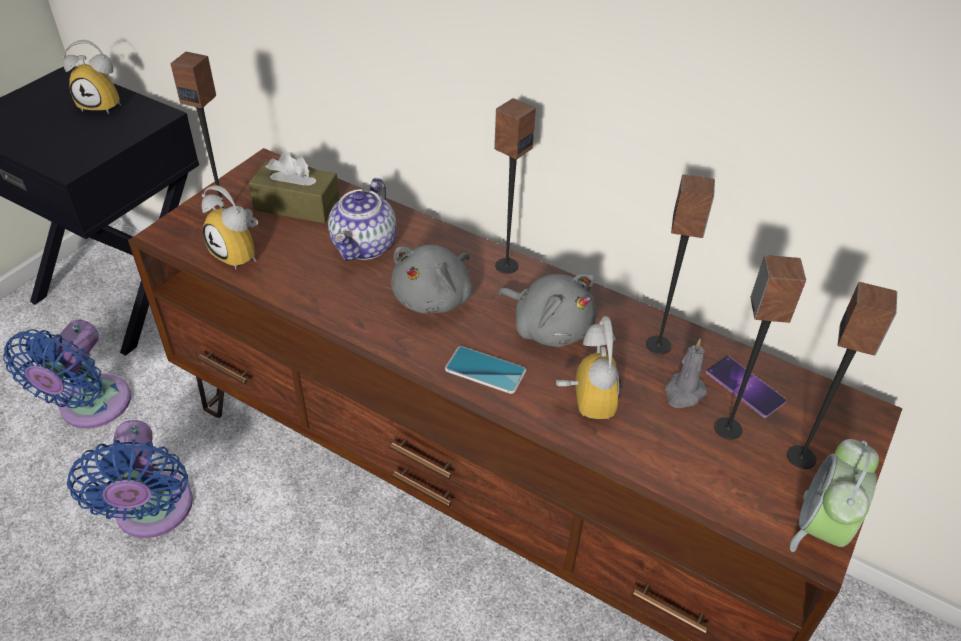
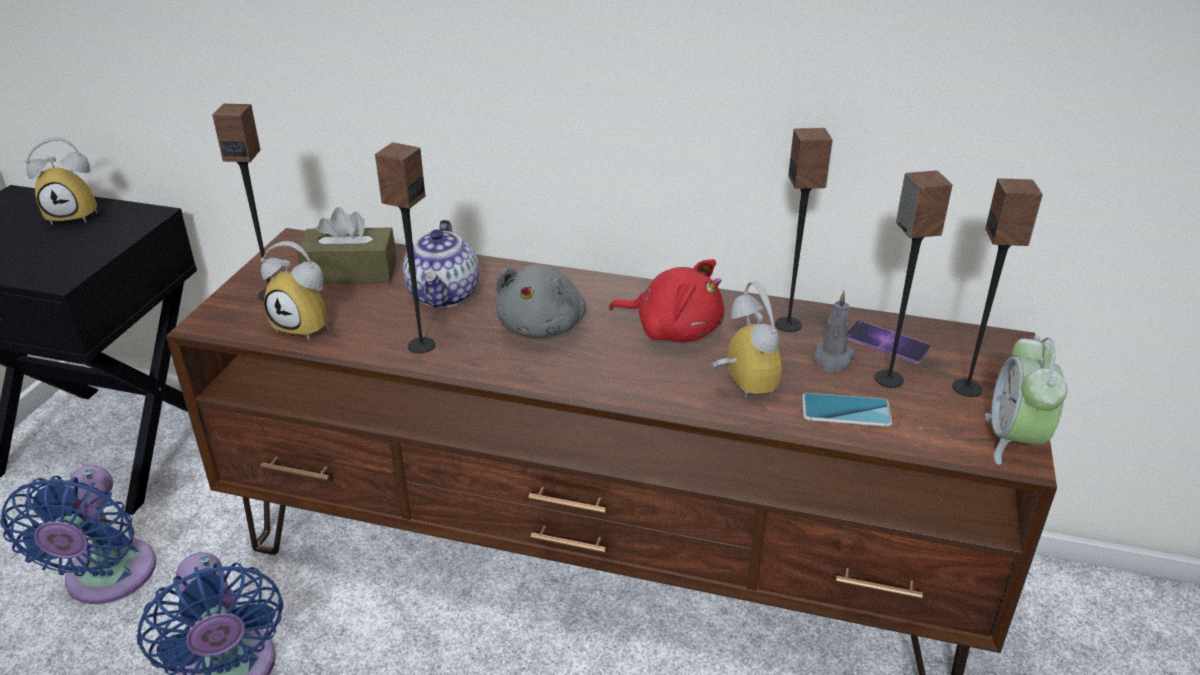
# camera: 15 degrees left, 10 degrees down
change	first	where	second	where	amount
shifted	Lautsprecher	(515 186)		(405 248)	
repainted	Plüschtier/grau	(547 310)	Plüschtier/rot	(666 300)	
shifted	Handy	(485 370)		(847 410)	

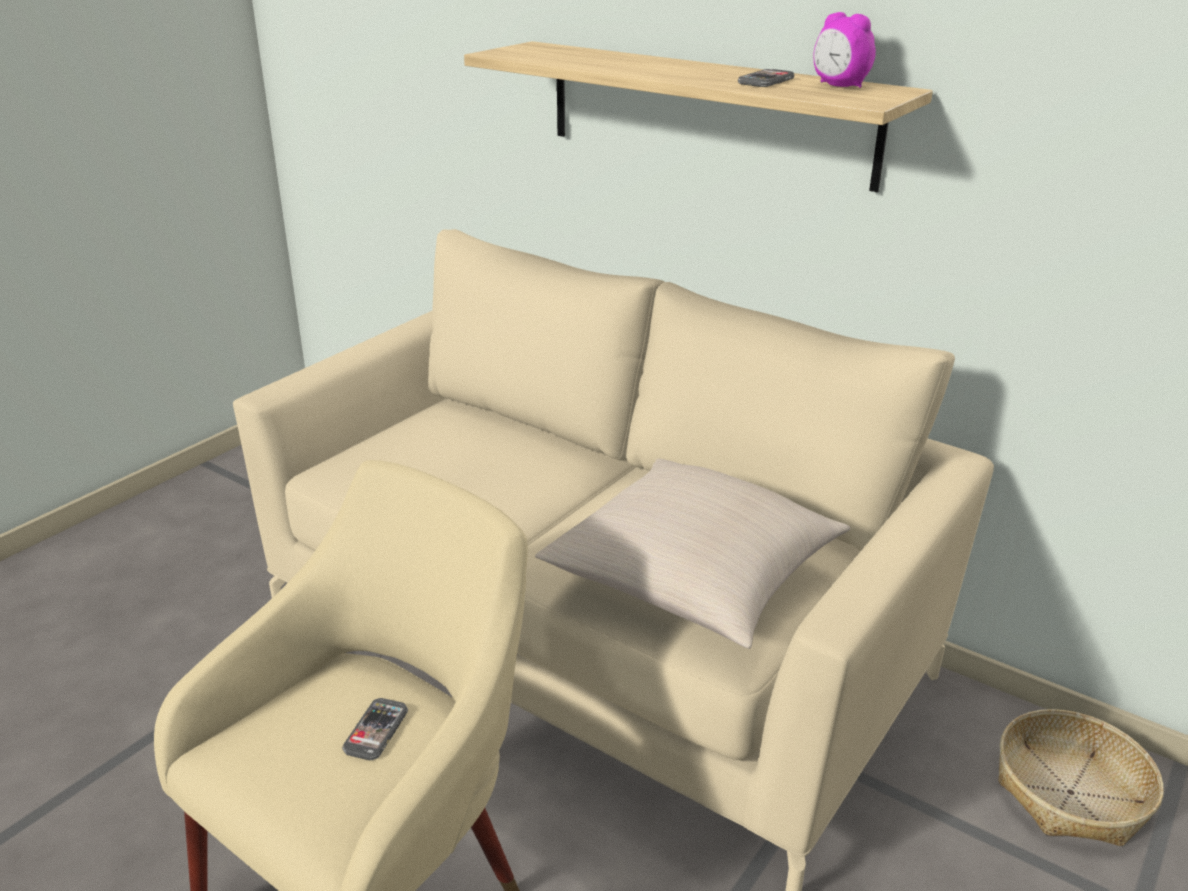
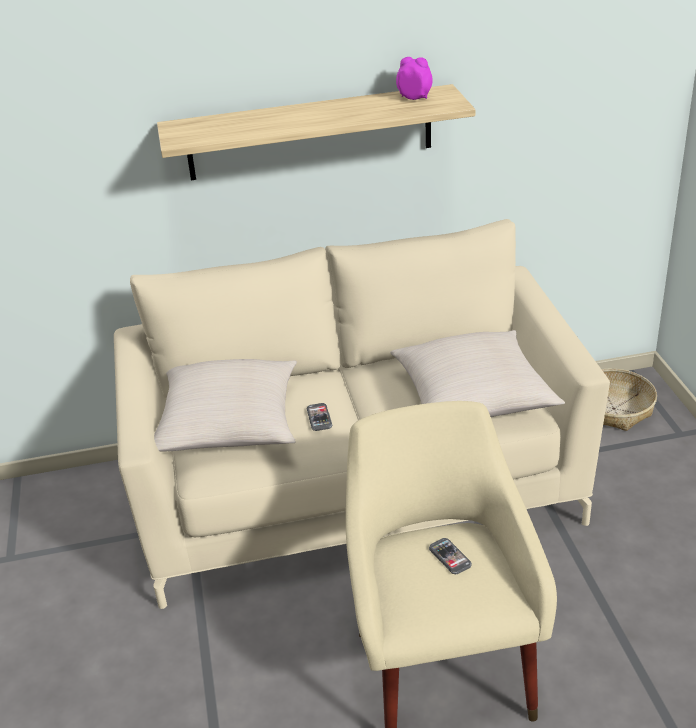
# camera: 45 degrees left, 5 degrees up
change	first	where	second	where	amount
new			Kissen/beige	(225 405)	
shifted	Handy	(766 78)		(319 417)	
rotated	Wecker	(844 50)		(414 78)	150 degrees counterclockwise

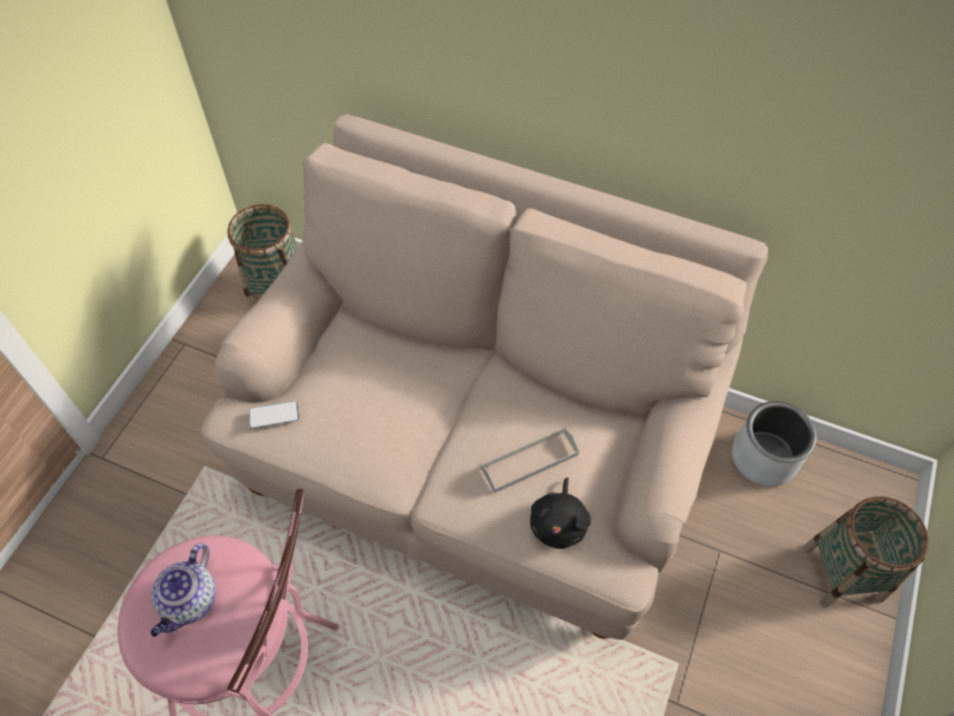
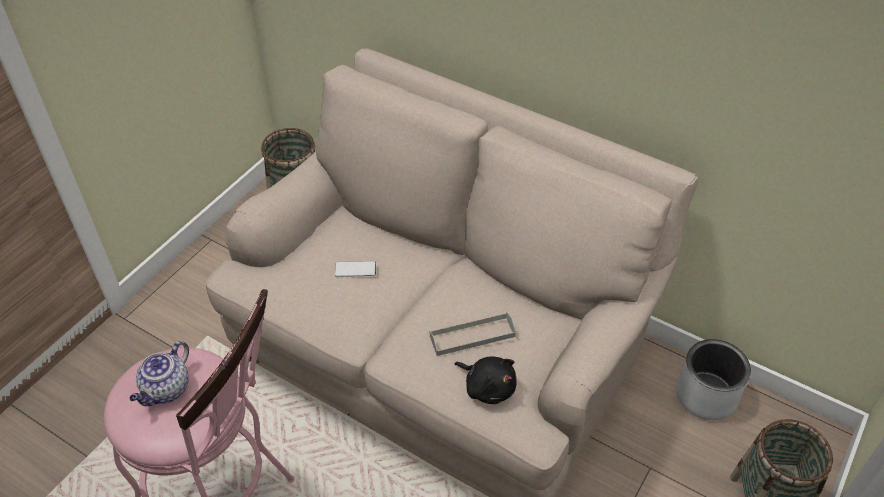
# camera: 10 degrees right, 10 degrees down
change	first	where	second	where	amount
shifted	Handy	(274 414)		(355 269)	
rotated	Plüschtier/schwarz	(560 513)		(486 380)	75 degrees counterclockwise

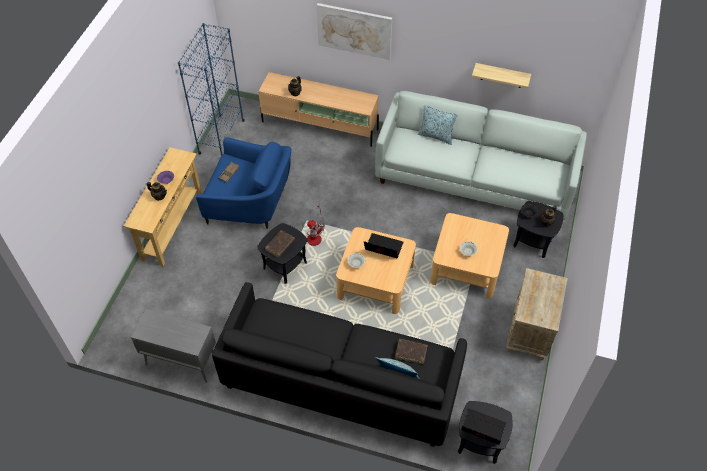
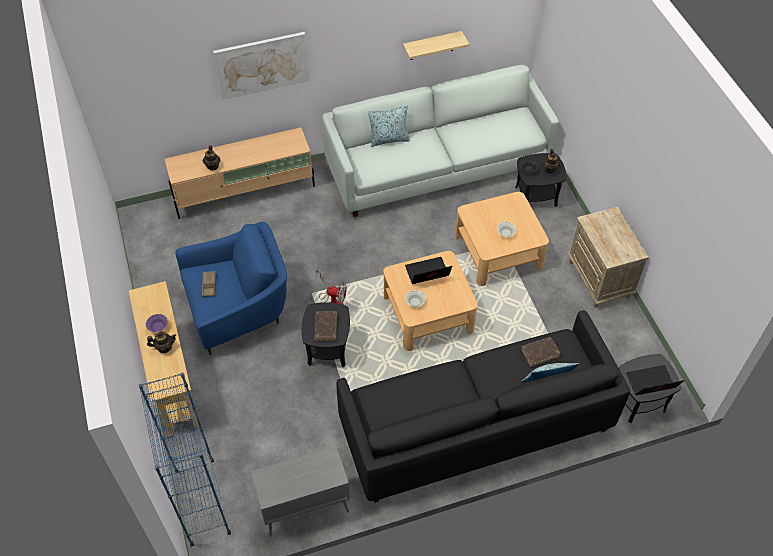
# camera: 35 degrees left, 0 degrees up
change	first	where	second	where	amount
shifted	Bücherregal/blau	(211 89)		(184 459)	

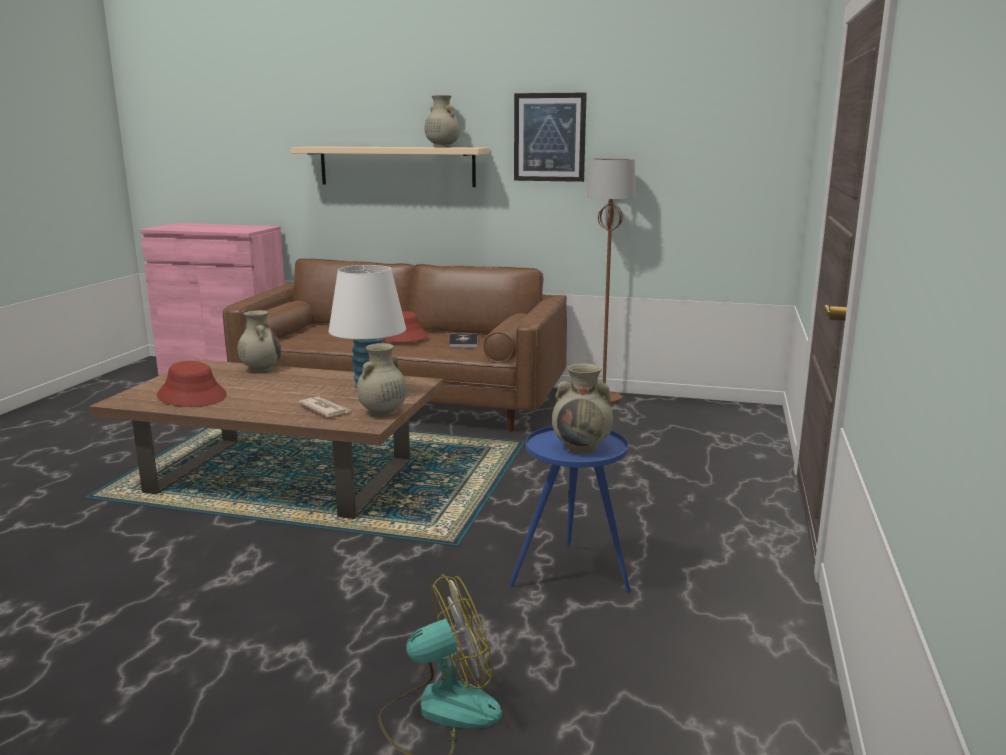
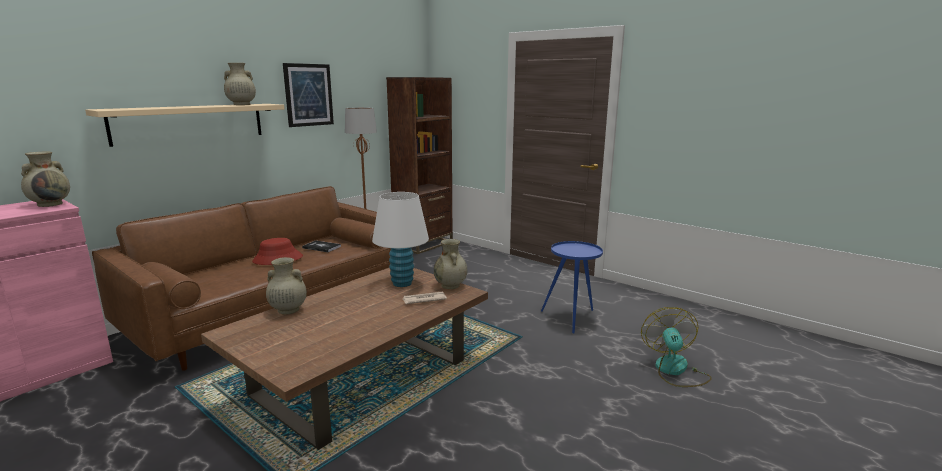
# camera: 65 degrees left, 0 degrees up
change	first	where	second	where	amount
shifted	Vase/beige	(582 408)		(45 179)	
new			Bücherregal/braun	(419 165)	
gone	Hut/rot	(192 384)			

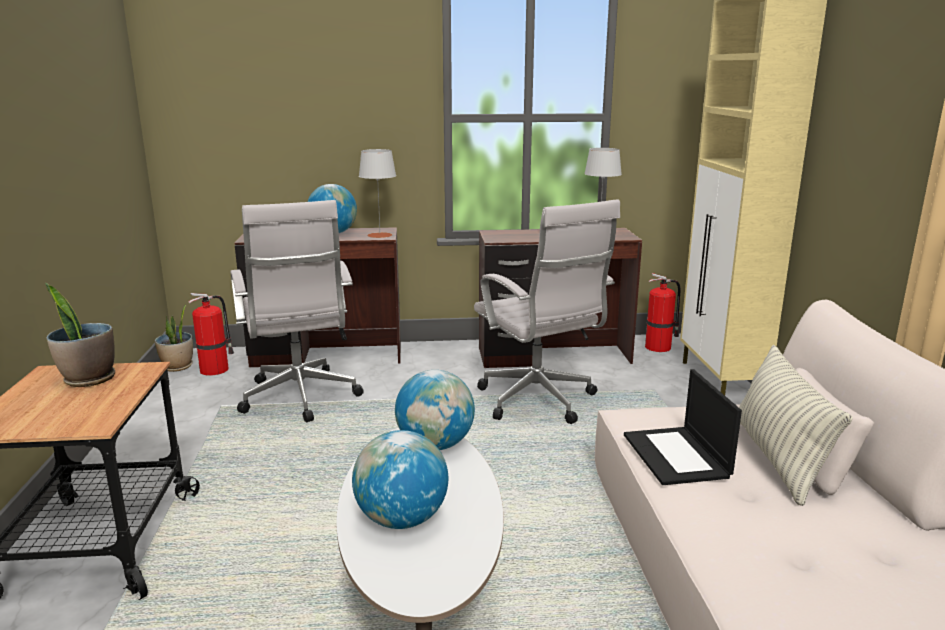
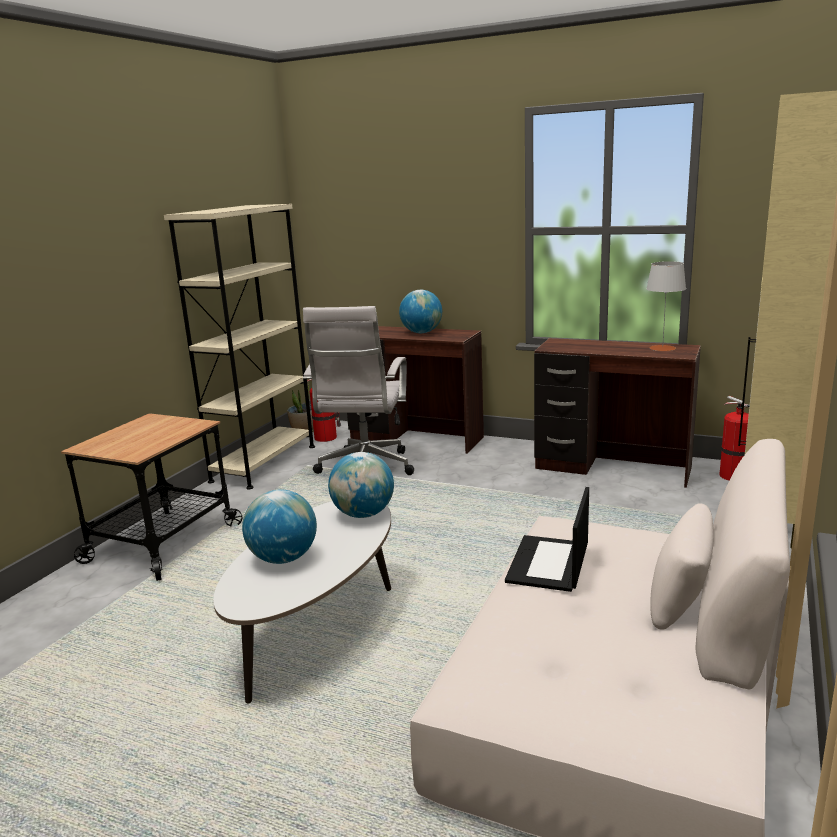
# camera: 30 degrees right, 0 degrees up
change	first	where	second	where	amount
new			Bücherregal/beige	(239 346)	
gone	Topfpflanze	(80 334)			
gone	Tischlampe/grau	(377 193)			
gone	Bürostuhl/weiß	(547 311)			
gone	Kissen	(796 425)			

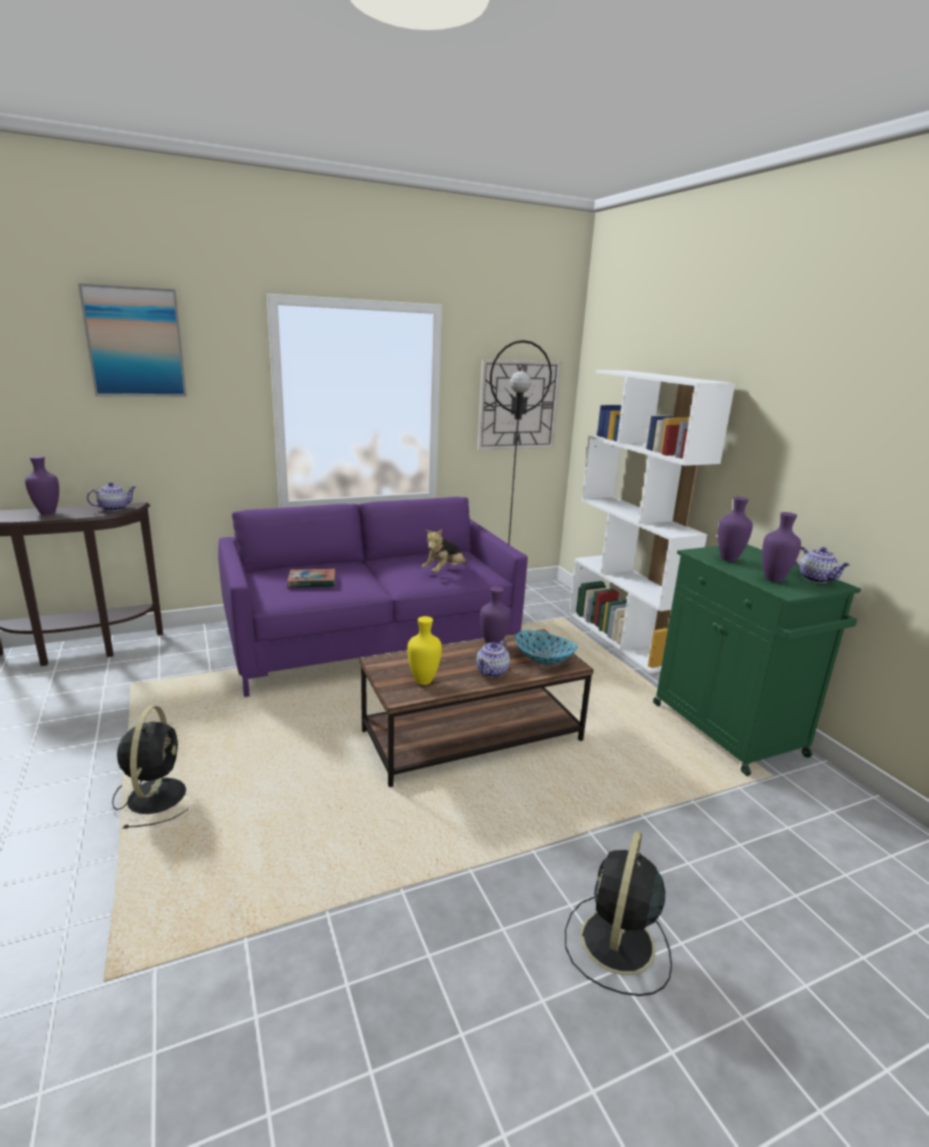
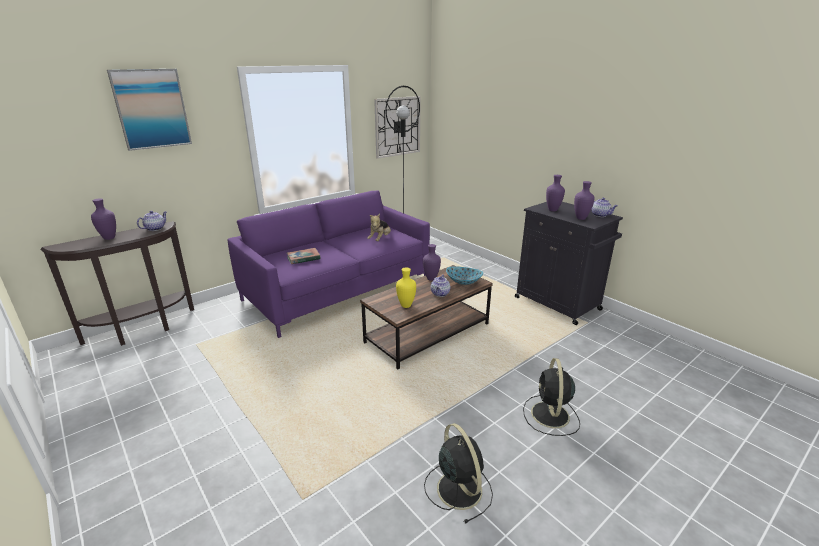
# camera: 15 degrees left, 5 degrees up
change	first	where	second	where	amount
shifted	Ventilator/schwarz	(150 767)		(458 473)	
repainted	Schrank/grün	(757 660)	Schrank/schwarz	(569 263)	
gone	Bücherregal/weiß	(652 522)			

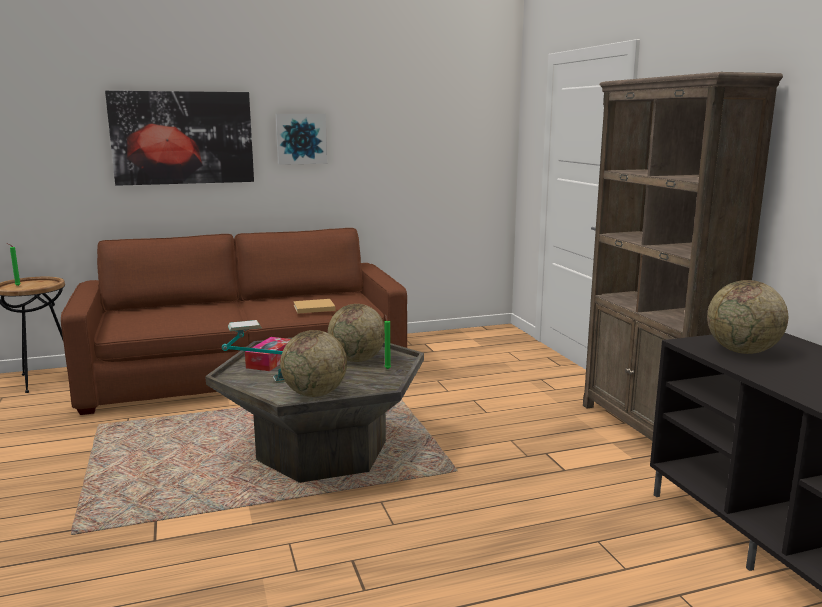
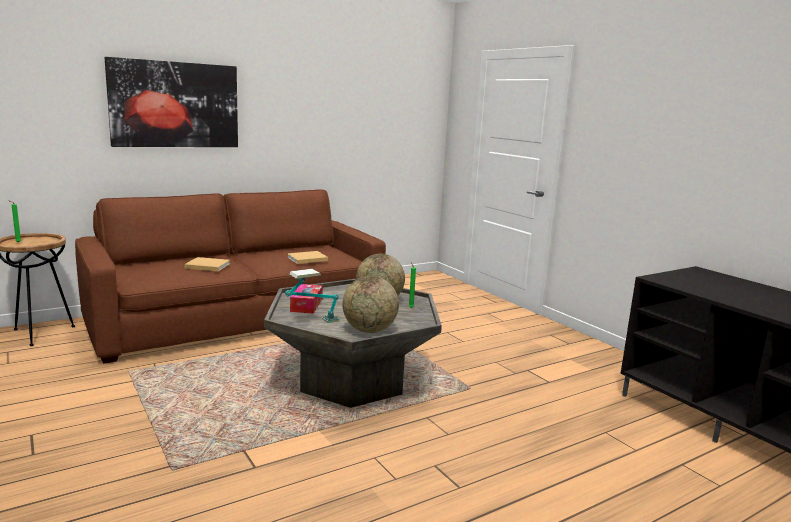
# camera: 15 degrees left, 0 degrees up
change	first	where	second	where	amount
new			Buch/beige	(207 264)	
gone	Bild	(301 139)			
gone	Bücherregal/braun	(683 256)			
gone	Globus	(747 317)			

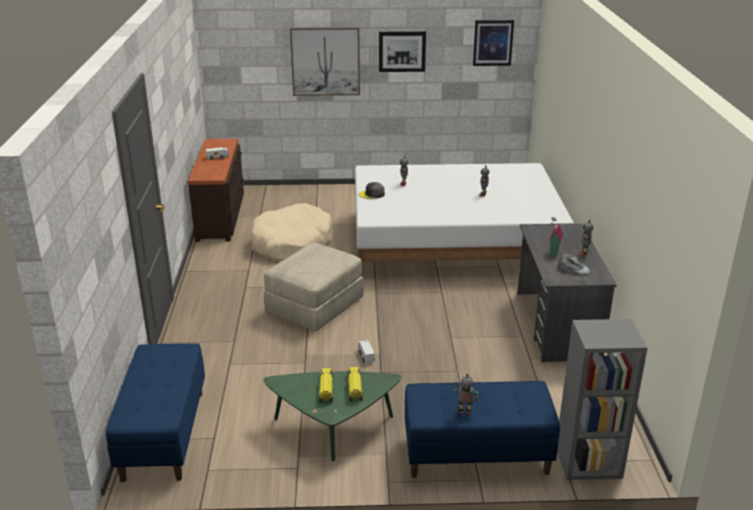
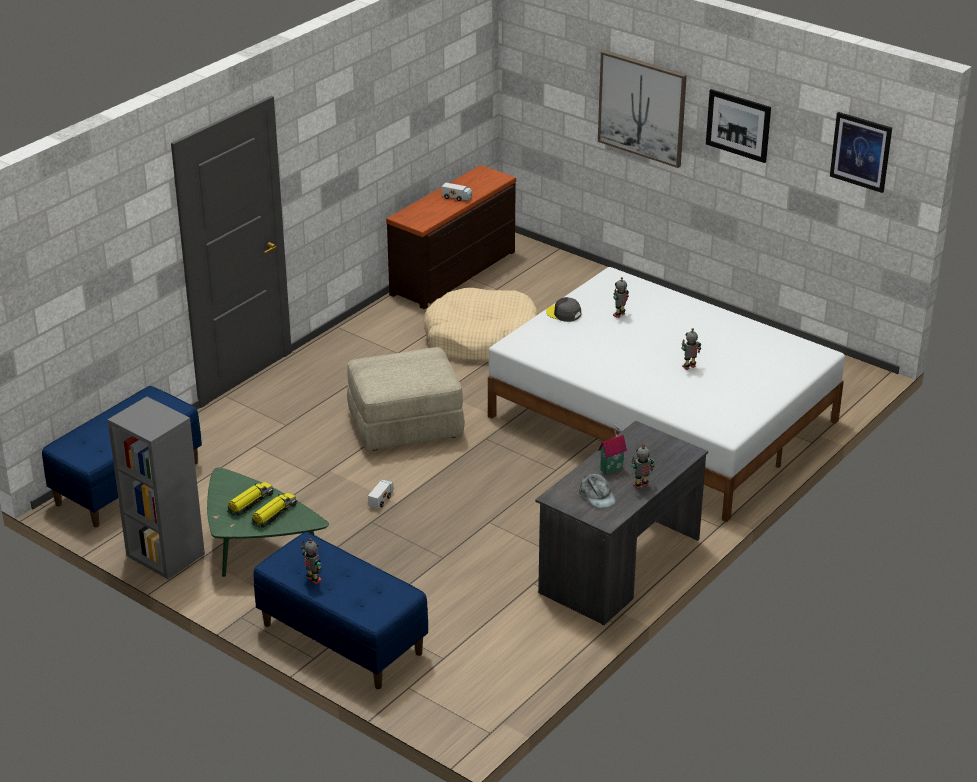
# camera: 40 degrees right, 5 degrees up
change	first	where	second	where	amount
shifted	Bücherregal/grau	(602 399)		(156 487)	

